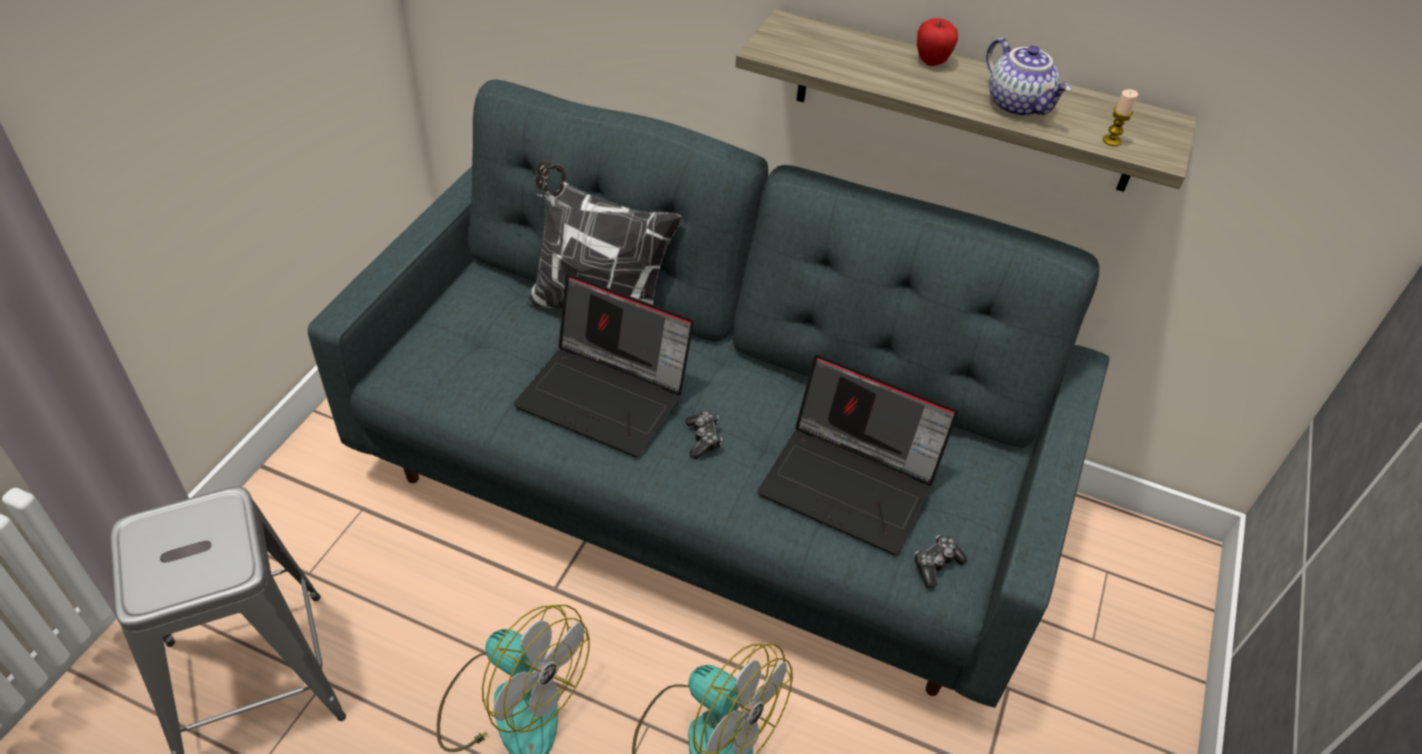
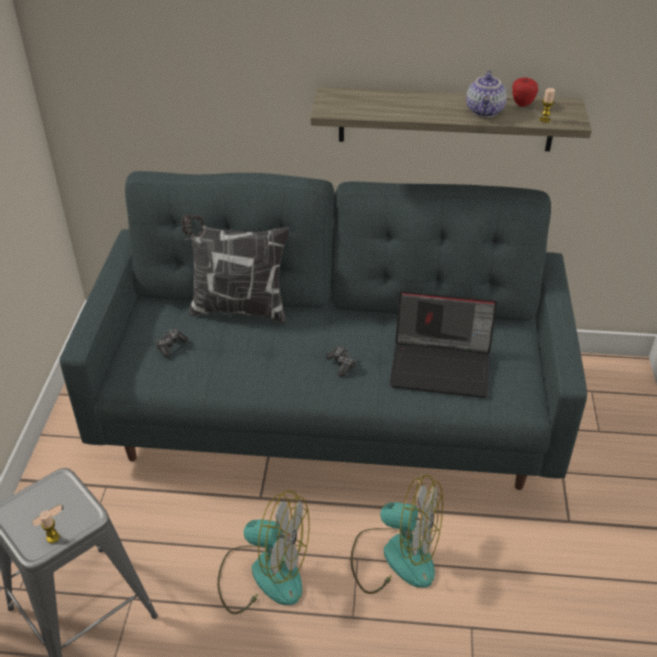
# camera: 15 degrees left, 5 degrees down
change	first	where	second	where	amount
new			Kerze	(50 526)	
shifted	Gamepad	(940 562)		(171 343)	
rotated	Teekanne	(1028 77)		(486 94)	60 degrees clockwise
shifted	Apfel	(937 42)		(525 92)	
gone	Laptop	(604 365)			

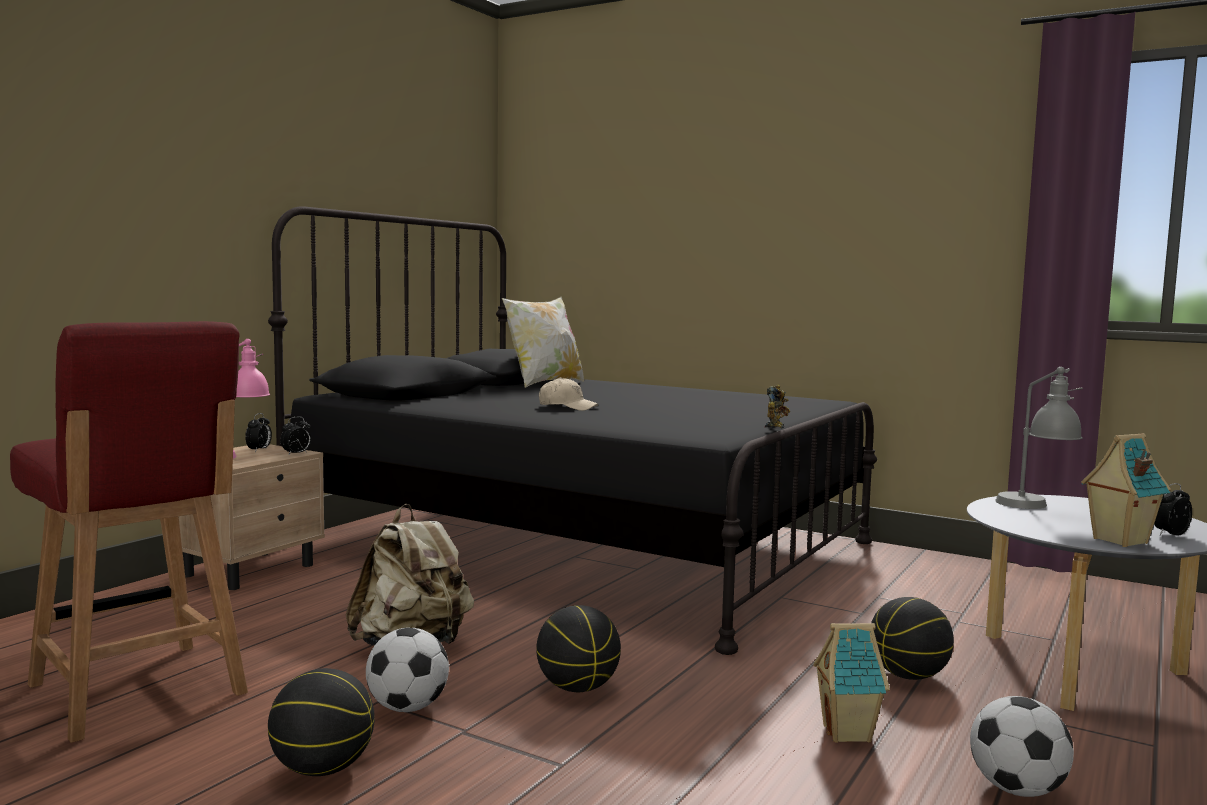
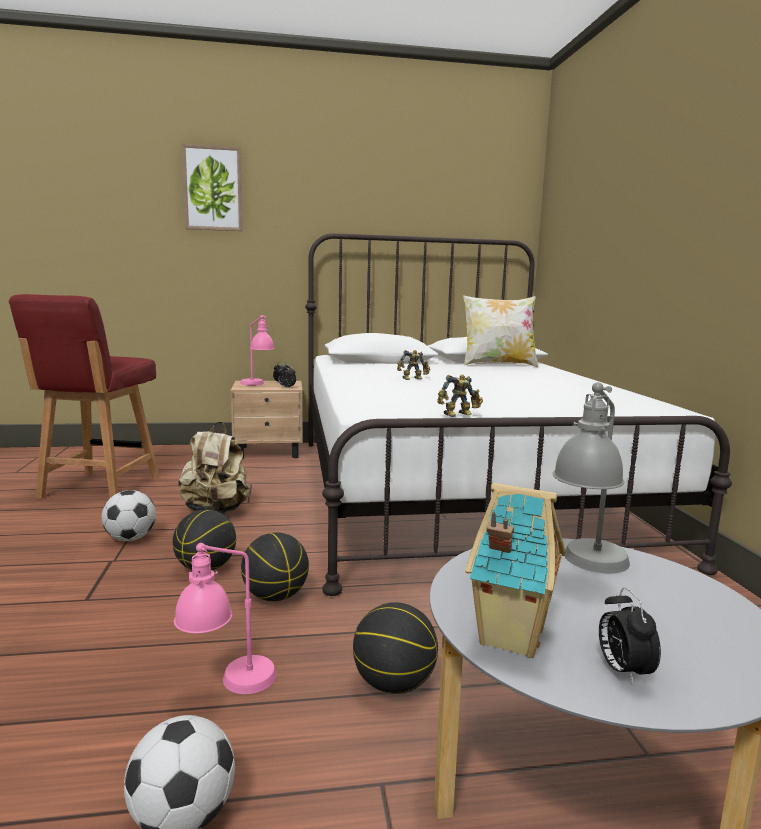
# camera: 50 degrees right, 5 degrees up
change	first	where	second	where	amount
swapped	Spielzeughaus	(851 683)	Tischlampe/rosa	(225 618)	
new			Bild	(212 187)	
shifted	Basketball	(321 722)		(275 566)	
repainted	Bett/schwarz	(572 430)	Bett/weiß	(518 414)	
swapped	Kappe/beige	(568 394)	Spielzeugroboter	(413 365)	
rotated	Wecker	(1173 509)		(630 636)	120 degrees counterclockwise

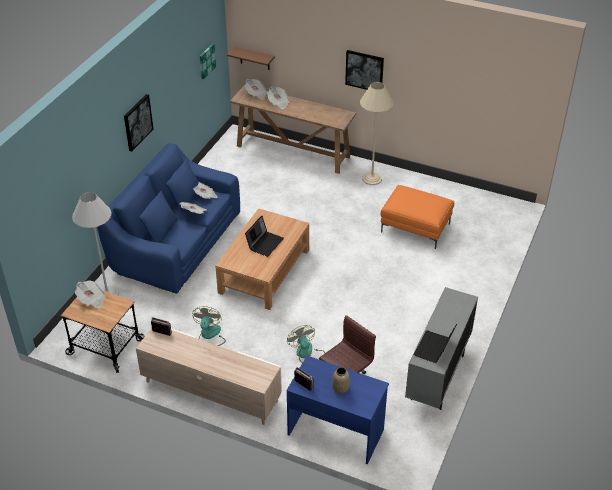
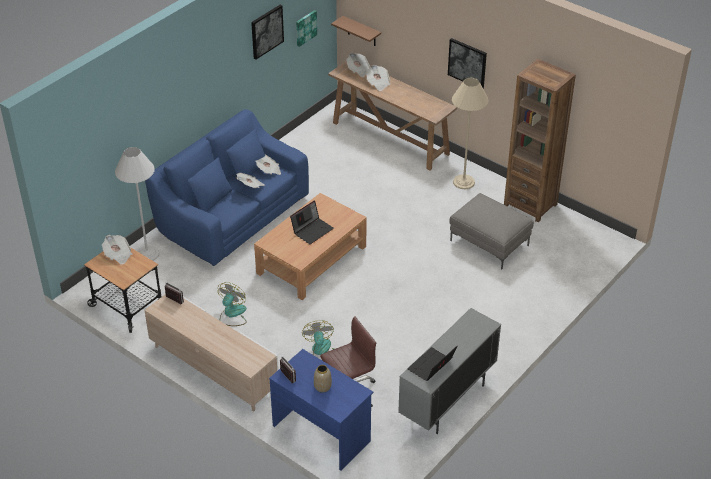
# camera: 15 degrees right, 0 degrees up
change	first	where	second	where	amount
shifted	Bild	(139 123)		(267 32)	
repainted	Polsterhocker/orange	(417 217)	Polsterhocker/grau	(491 231)	
new			Bücherregal/braun	(540 141)	

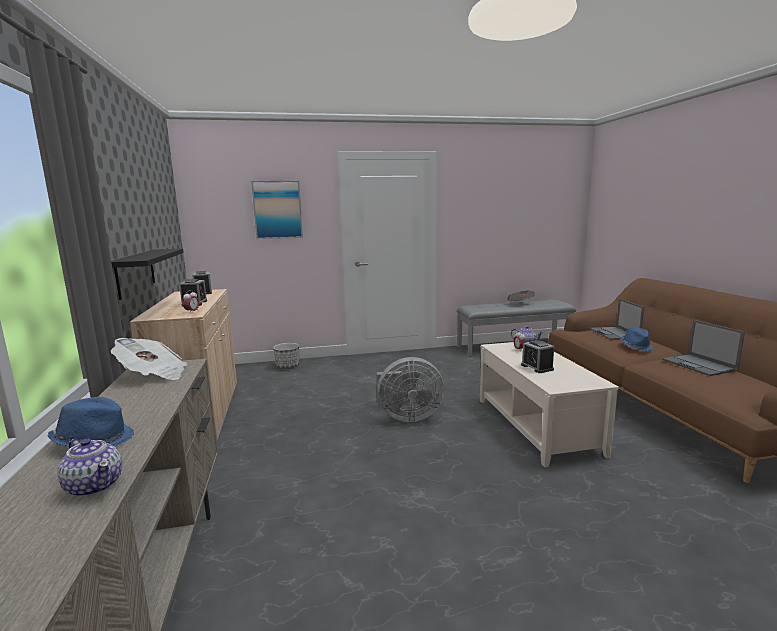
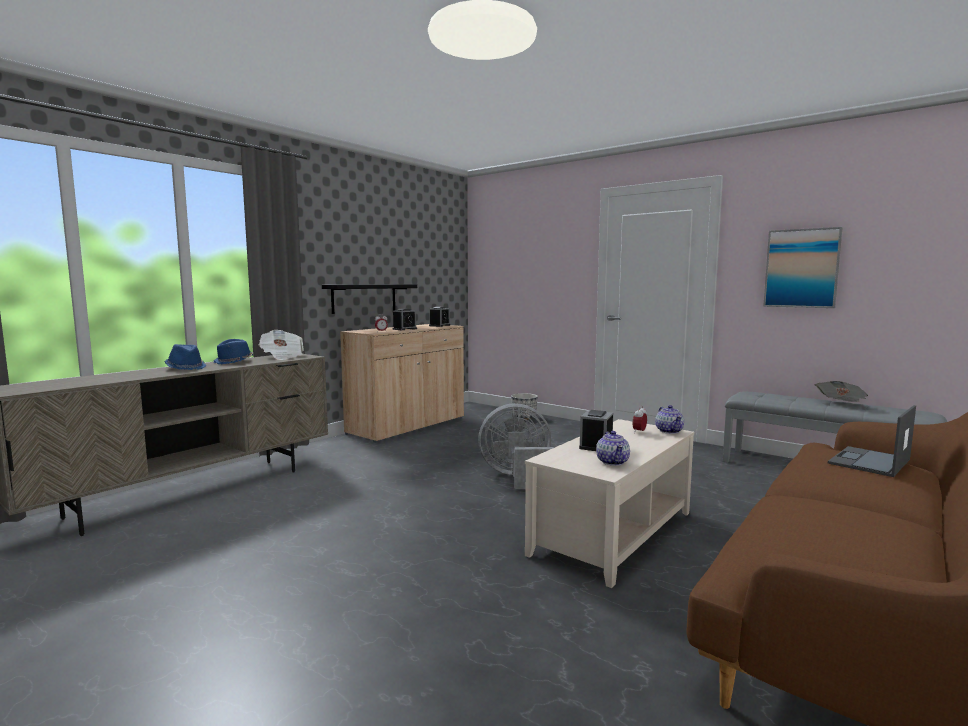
# camera: 50 degrees right, 5 degrees down
change	first	where	second	where	amount
shifted	Hut/blau	(637 339)		(233 351)	
rotated	Ventilator/grau	(410 389)		(516 446)	135 degrees clockwise
shifted	Teekanne	(89 467)		(613 448)	
shifted	Bild	(277 210)		(803 267)	
gone	Laptop	(703 348)			

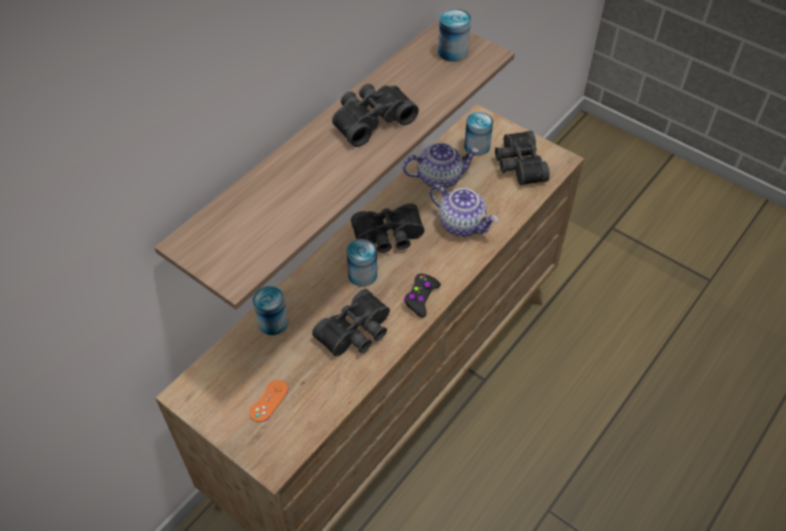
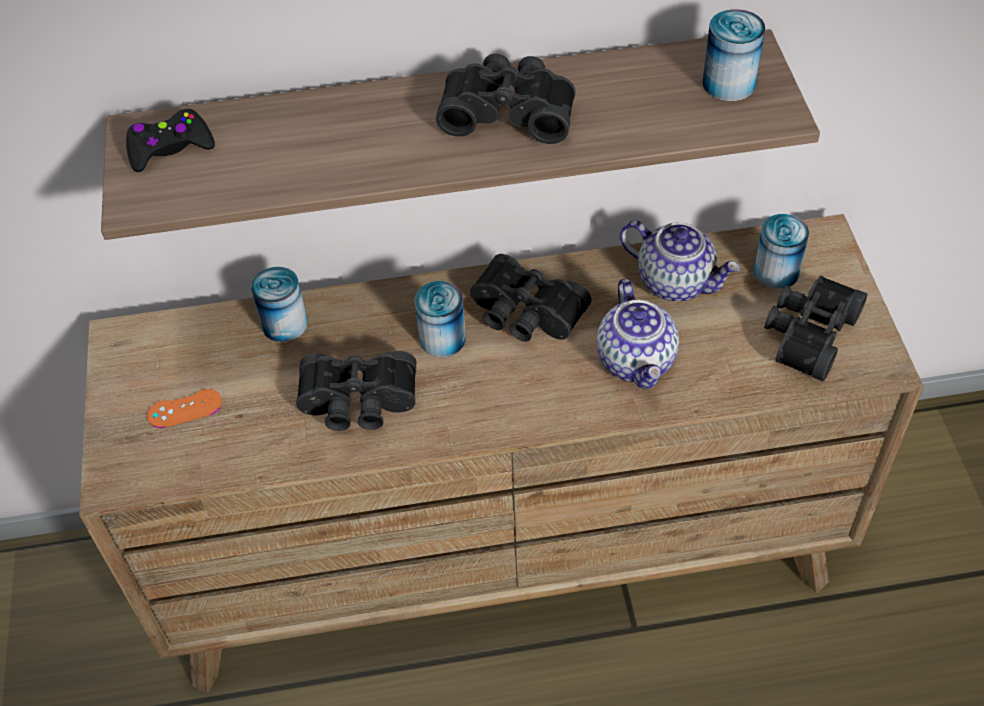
# camera: 45 degrees right, 0 degrees up
change	first	where	second	where	amount
shifted	Gamepad/schwarz	(422 295)		(170 140)	

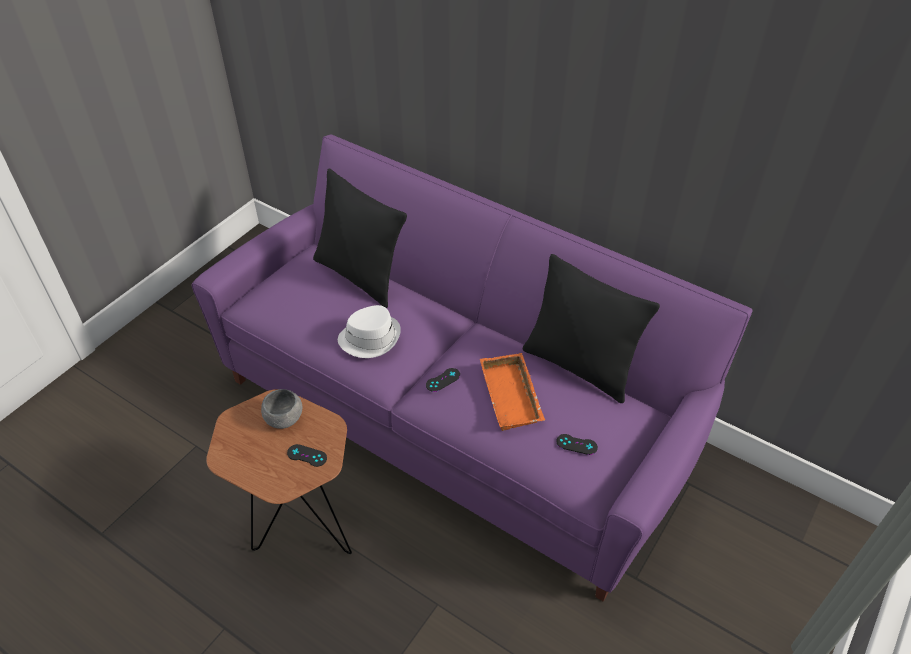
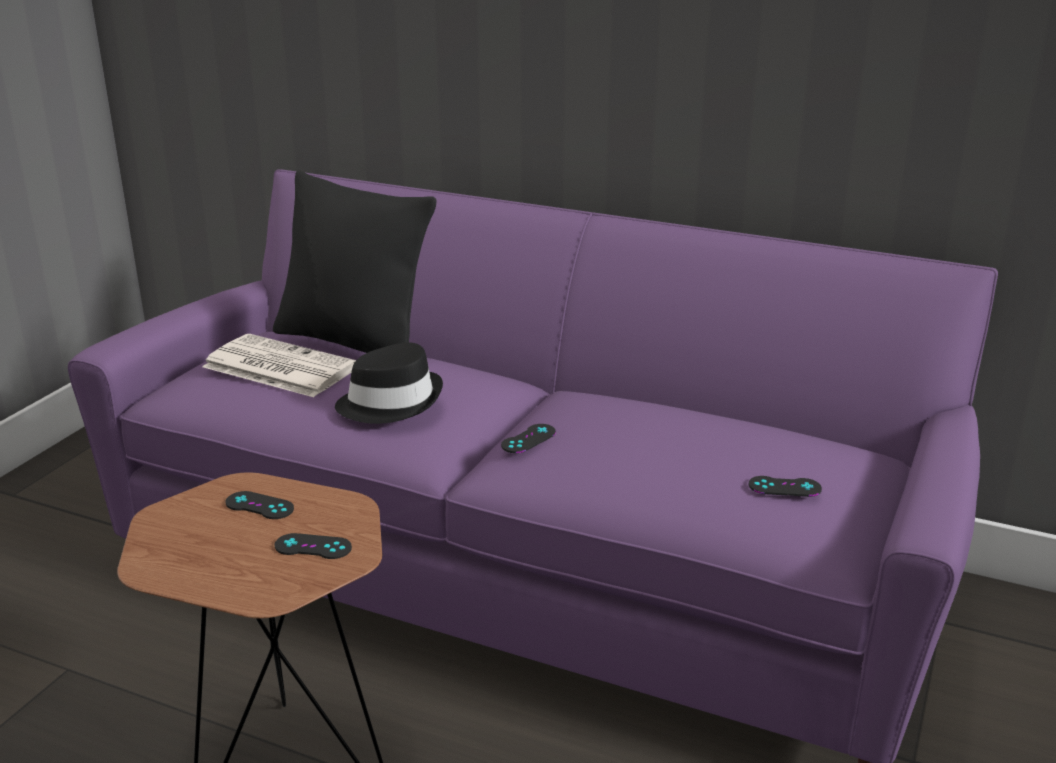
# camera: 10 degrees left, 20 degrees down
change	first	where	second	where	amount
new			Zeitung	(279 365)	
swapped	Schüssel/grau	(281 409)	Gamepad/schwarz	(260 505)	
repainted	Hut/weiß	(369 331)	Hut/schwarz	(389 383)	
gone	Tablett/orange	(512 392)			
gone	Kissen/schwarz	(591 328)			

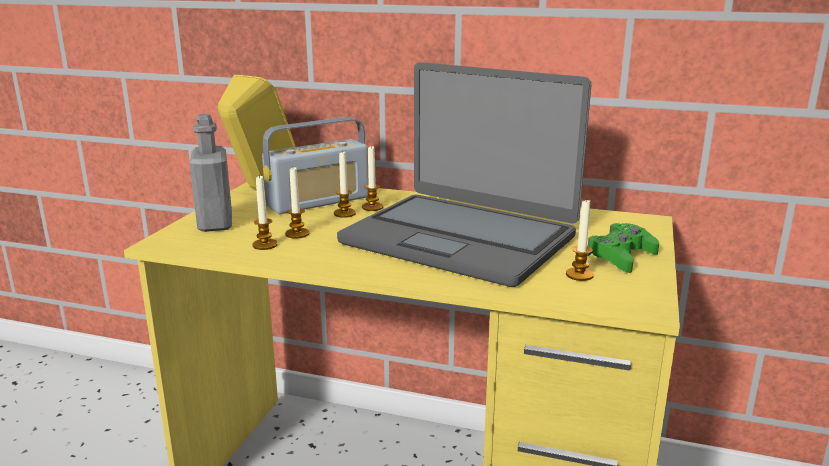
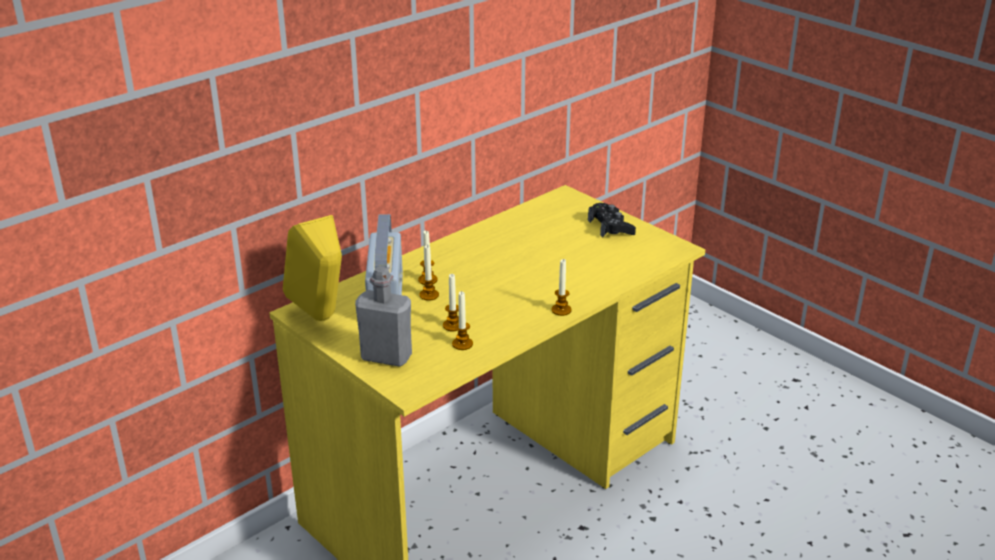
# camera: 60 degrees left, 10 degrees up
change	first	where	second	where	amount
shifted	Kerze	(580 239)		(562 287)	
repainted	Gamepad/grün	(623 248)	Gamepad/schwarz	(612 220)	
gone	Laptop	(464 174)			

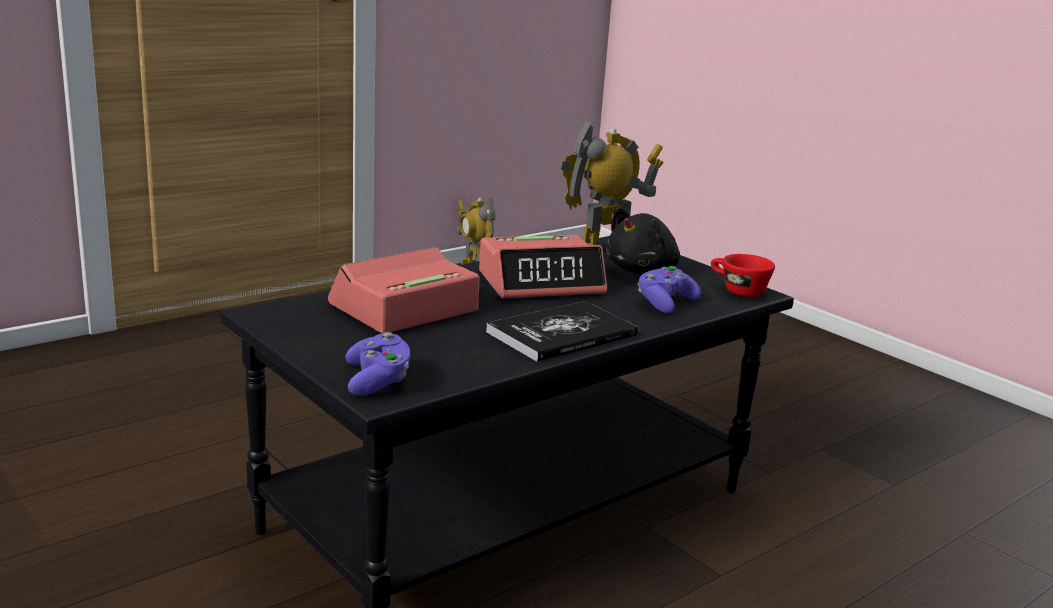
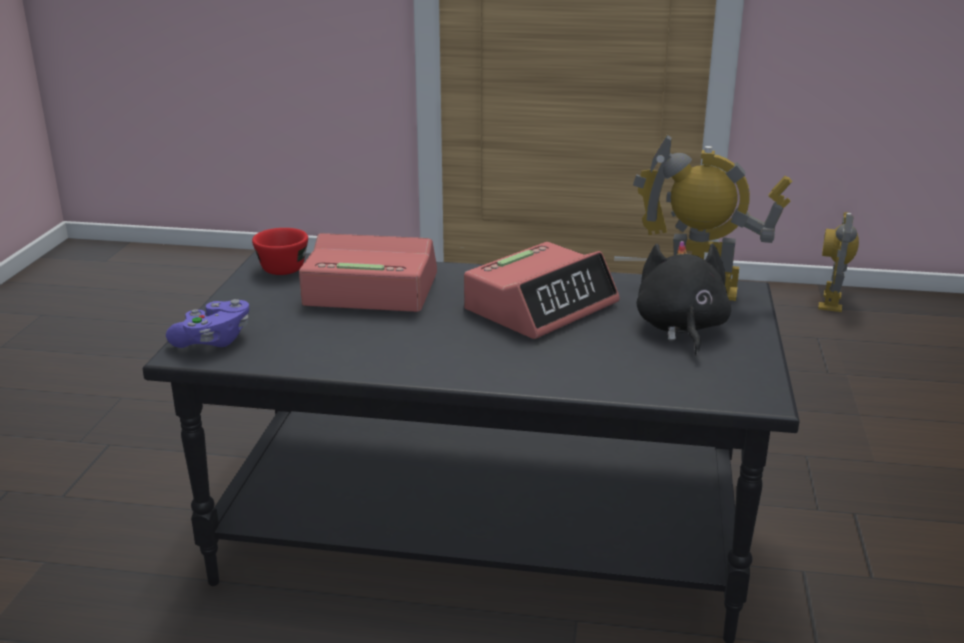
# camera: 50 degrees right, 5 degrees up
change	first	where	second	where	amount
shifted	Tasse/rot	(743 275)		(280 251)	
rotated	Wecker	(543 267)		(542 290)	75 degrees counterclockwise
rotated	Plüschtier/schwarz	(643 240)		(684 298)	90 degrees clockwise
gone	Buch	(562 331)			
gone	Gamepad/lila	(669 289)			

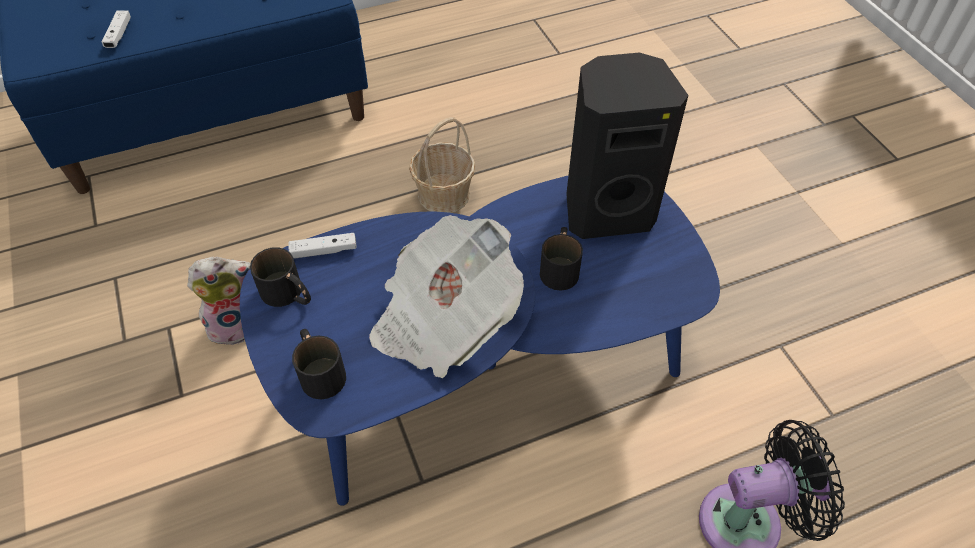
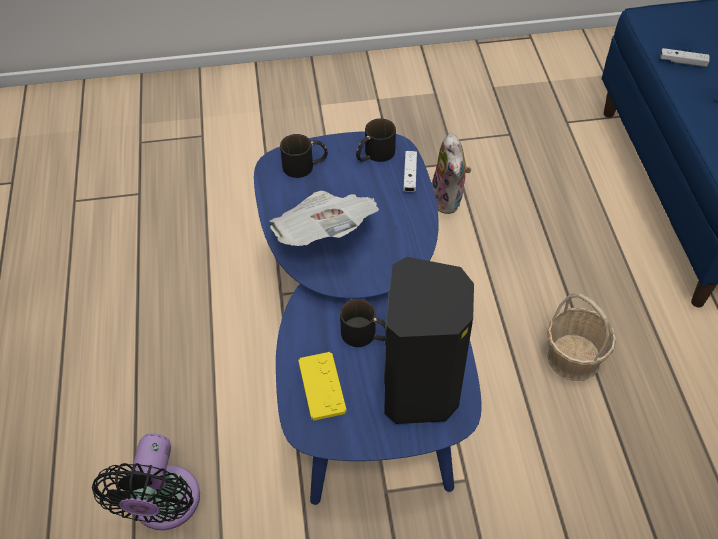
# camera: 105 degrees right, 0 degrees up
change	first	where	second	where	amount
new			Gamepad/gelb	(322 386)	

